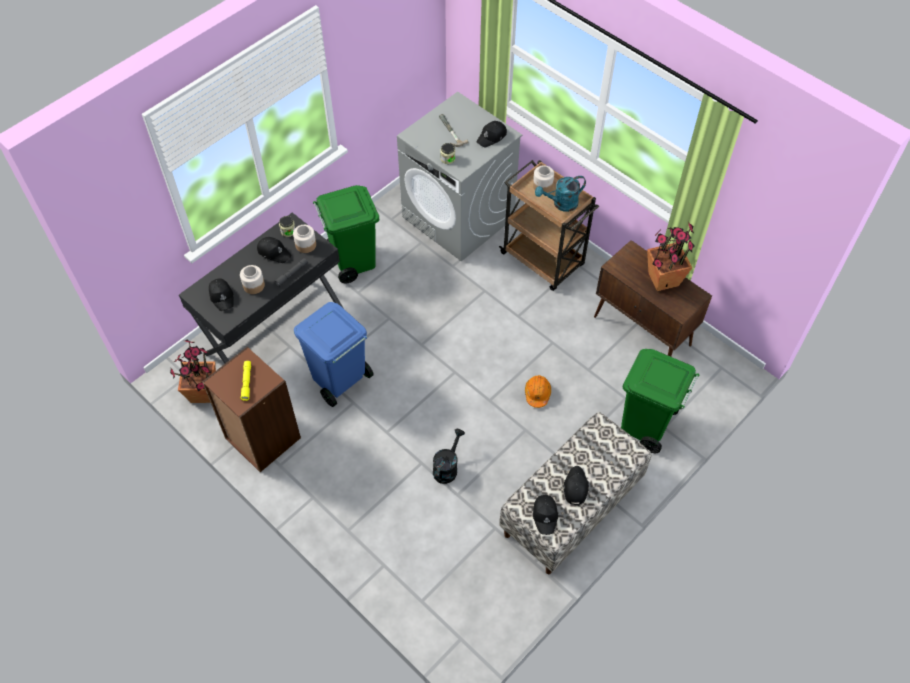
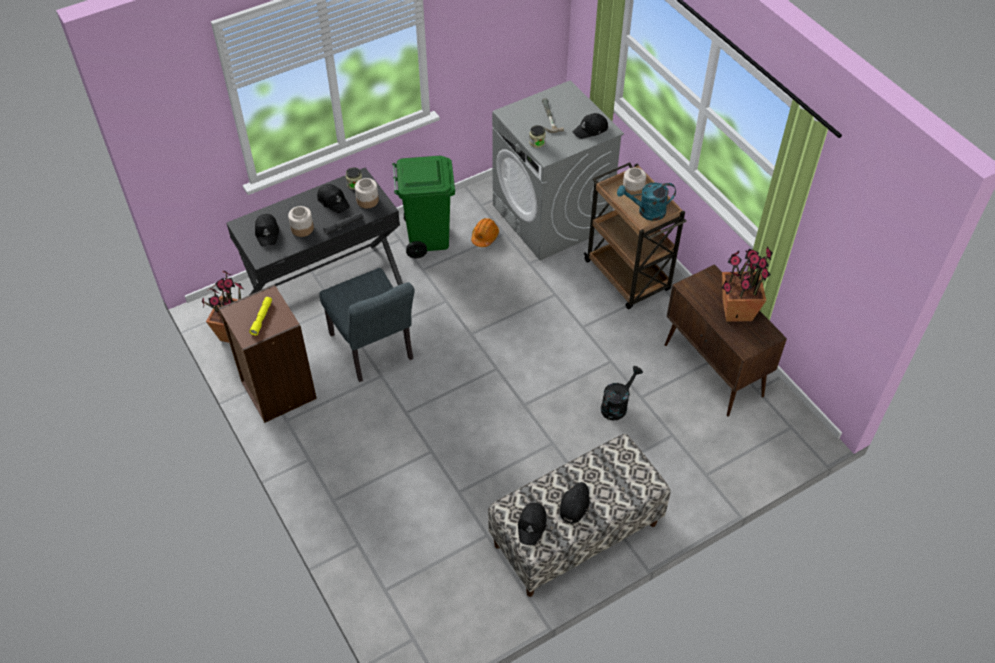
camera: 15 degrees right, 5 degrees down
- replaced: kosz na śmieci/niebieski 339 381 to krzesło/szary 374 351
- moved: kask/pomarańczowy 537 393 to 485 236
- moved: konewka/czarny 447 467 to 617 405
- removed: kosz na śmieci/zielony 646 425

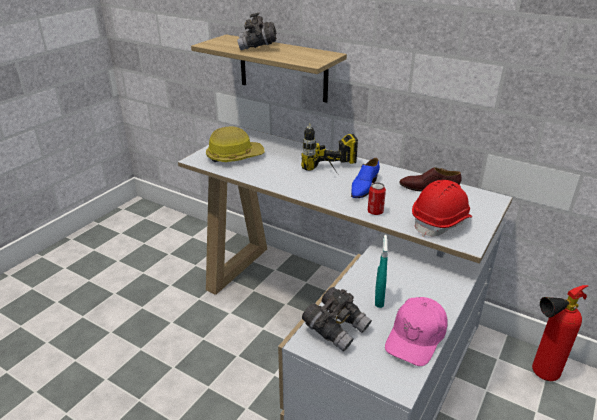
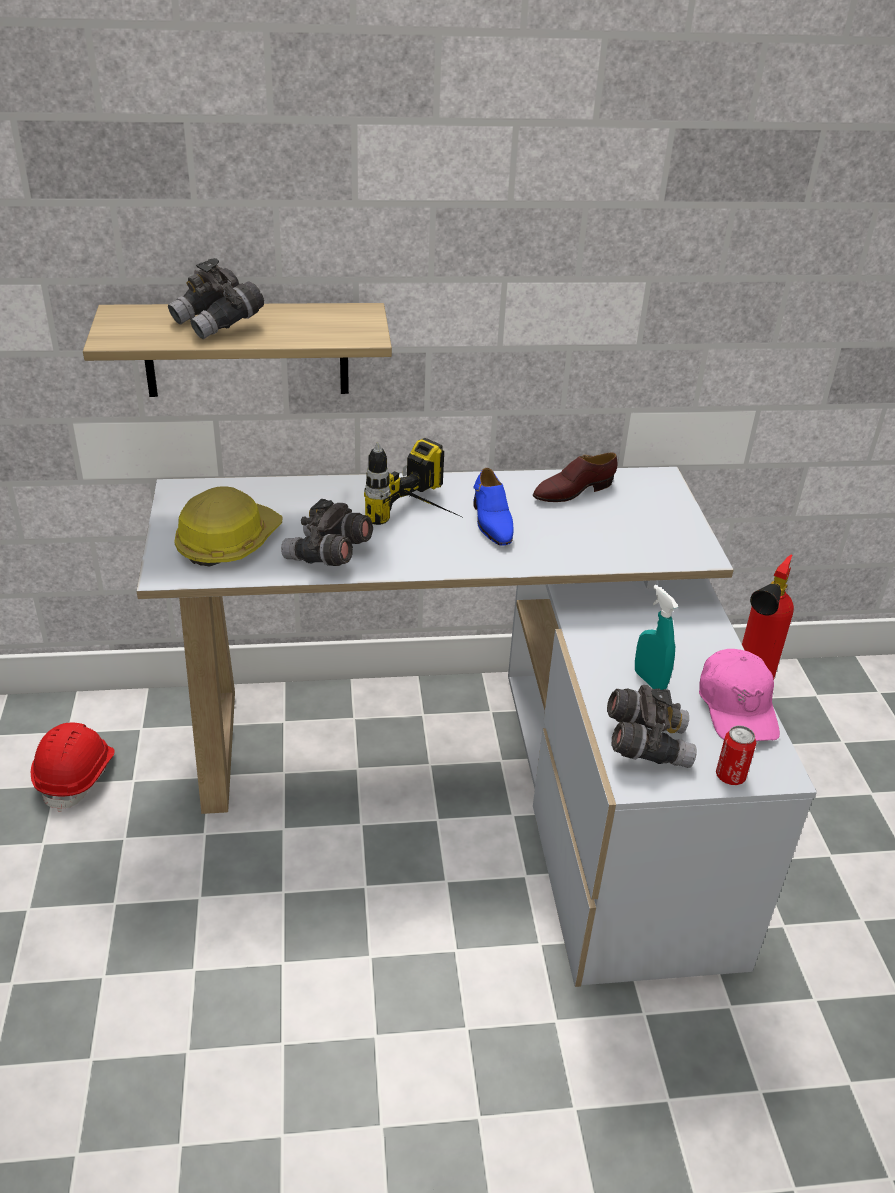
camera: 40 degrees left, 5 degrees up
- moved: kask/czerwony 441 222 to 77 776
- added: lornetka/szary 328 555
- moved: puszka 375 212 to 730 776

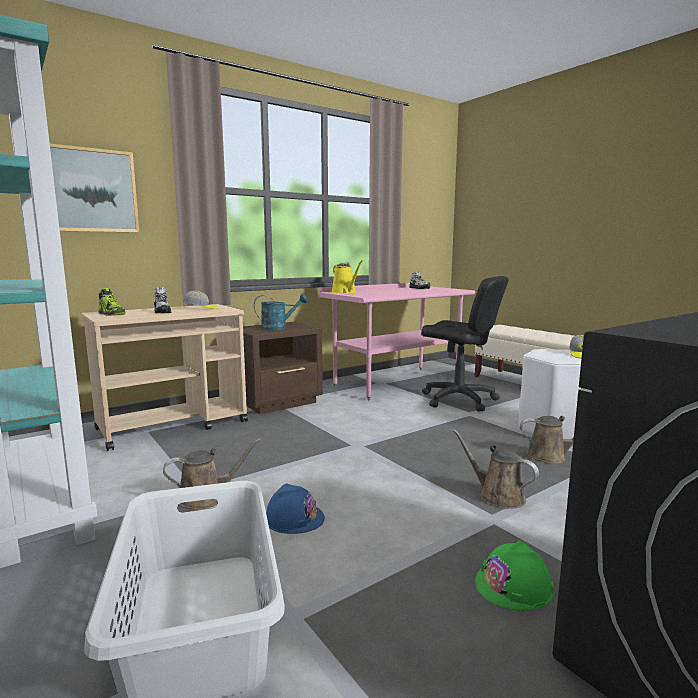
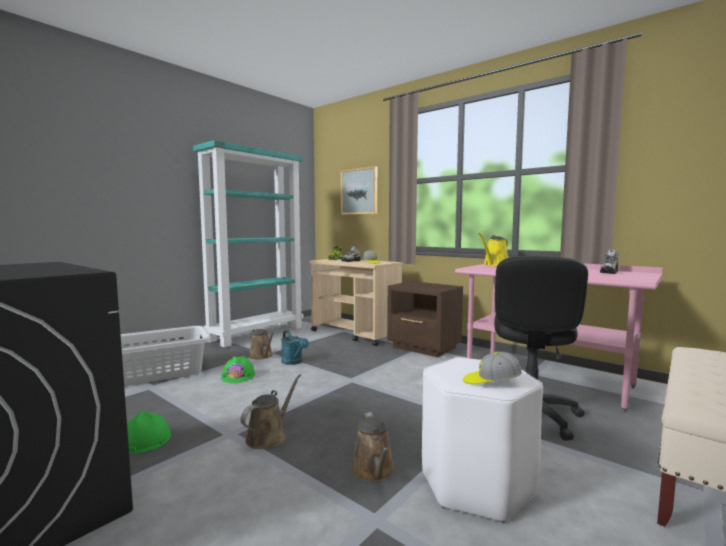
camera: 75 degrees right, 5 degrees down
- recoloured: kask/niebieski 294 518 to kask/zielony 238 376
- moved: konewka/turkusowy 278 328 to 294 362

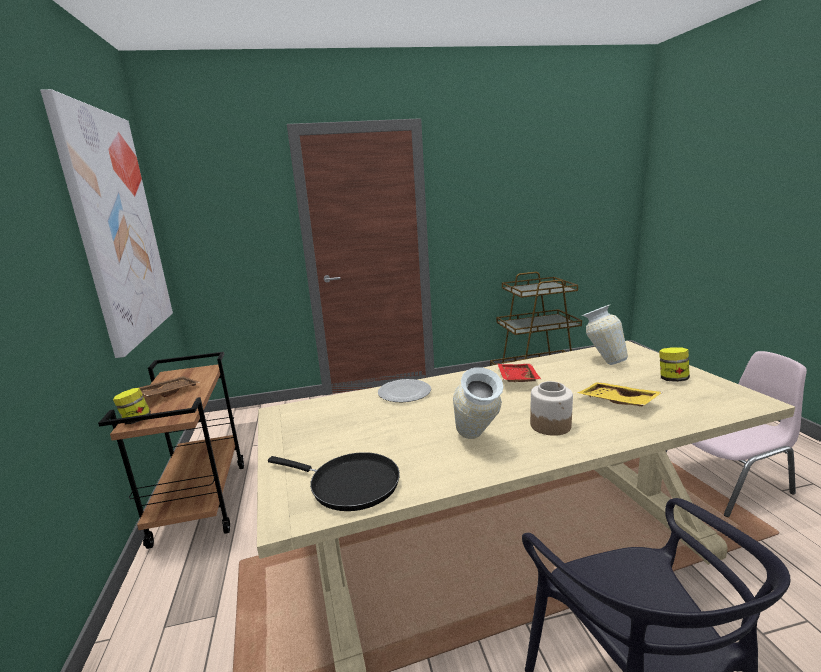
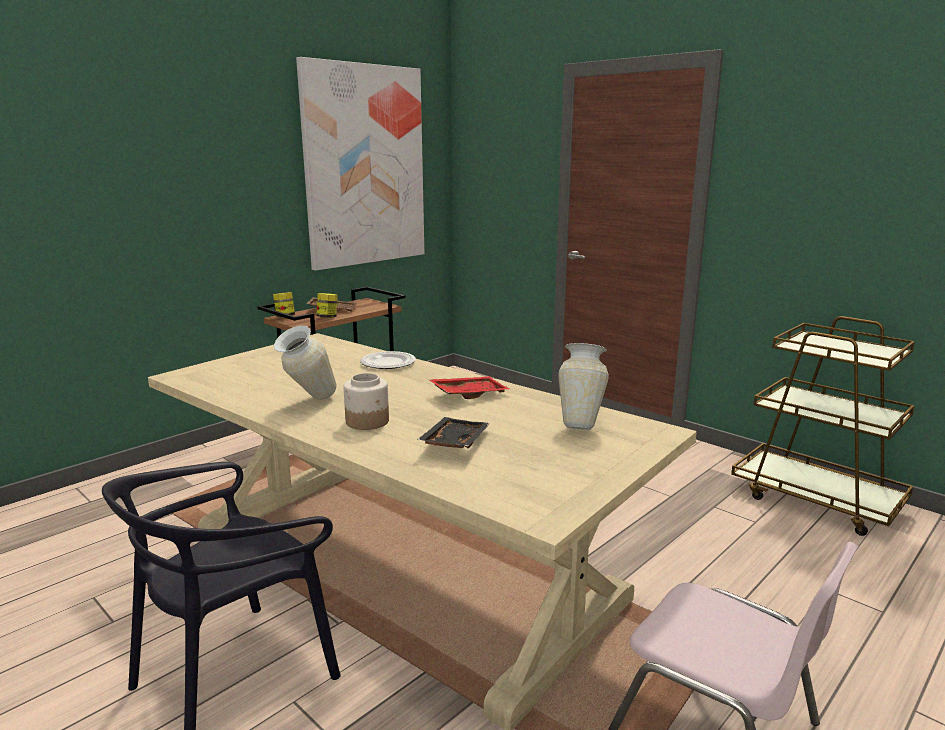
camera: 55 degrees right, 0 degrees up
- moved: słoik 672 379 to 327 317
- recoloured: taca/żółty 617 402 to taca/czarny 453 442
- removed: patelnia/czarny 349 484

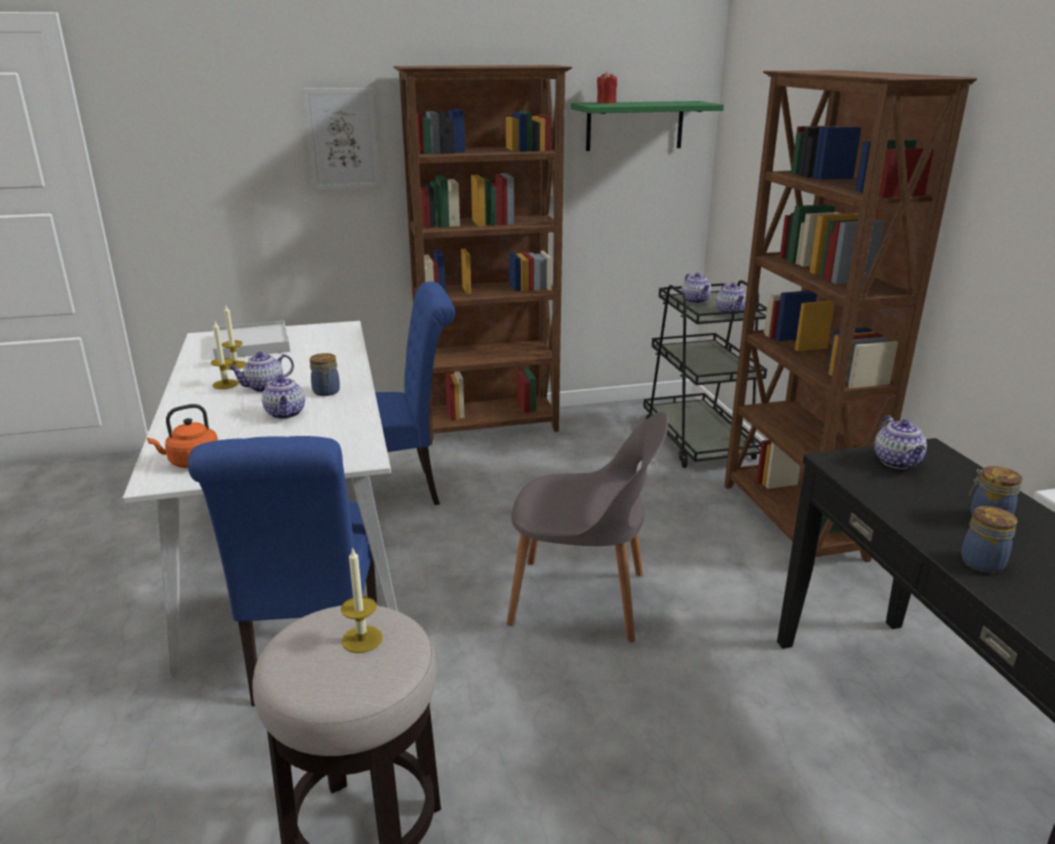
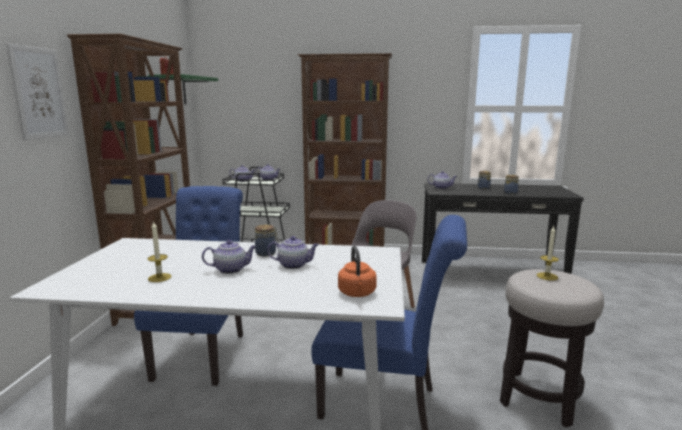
camera: 70 degrees left, 10 degrees down
- turned: imbryk 264 387 = 231 269 90 degrees counterclockwise
- removed: świeca 225 384
- removed: taca/biały 251 344

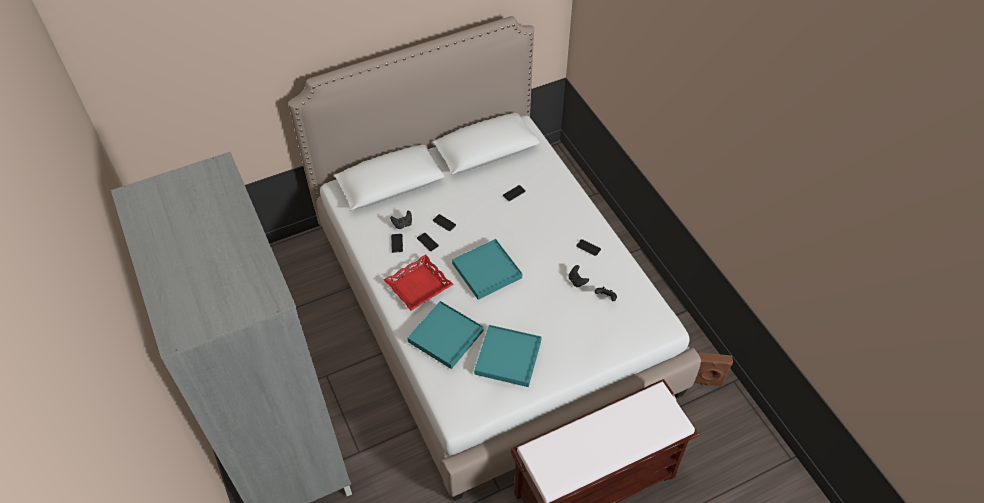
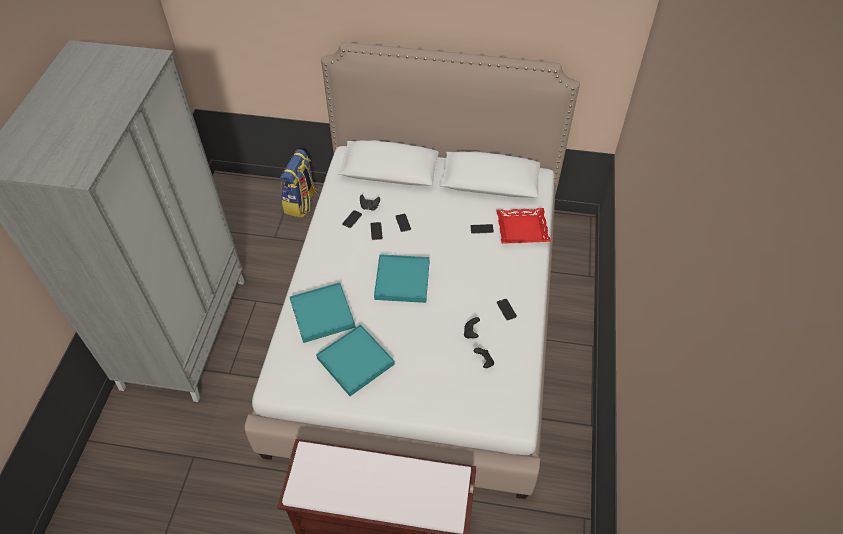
camera: 35 degrees right, 0 degrees up
- added: plecak 301 203
- moved: taca/czerwony 418 285 to 522 229
- removed: głośnik/brązowy 706 382

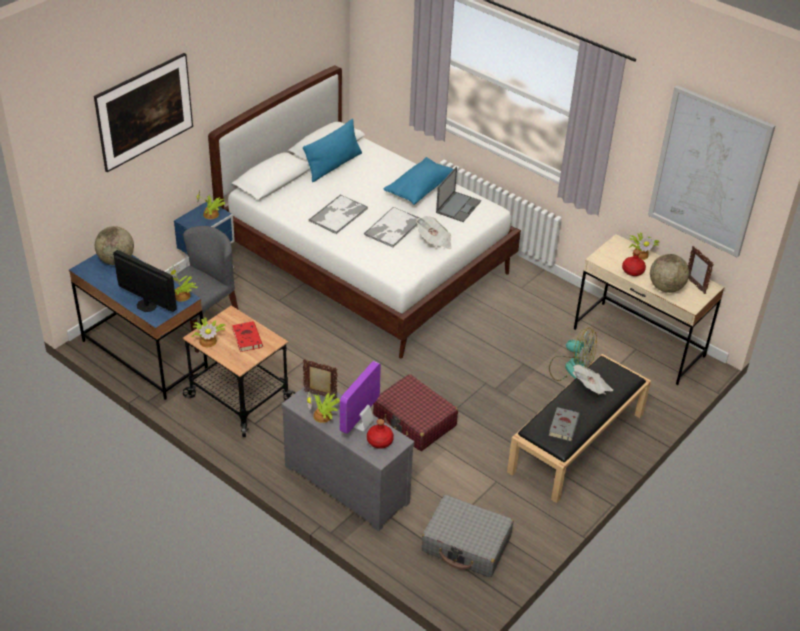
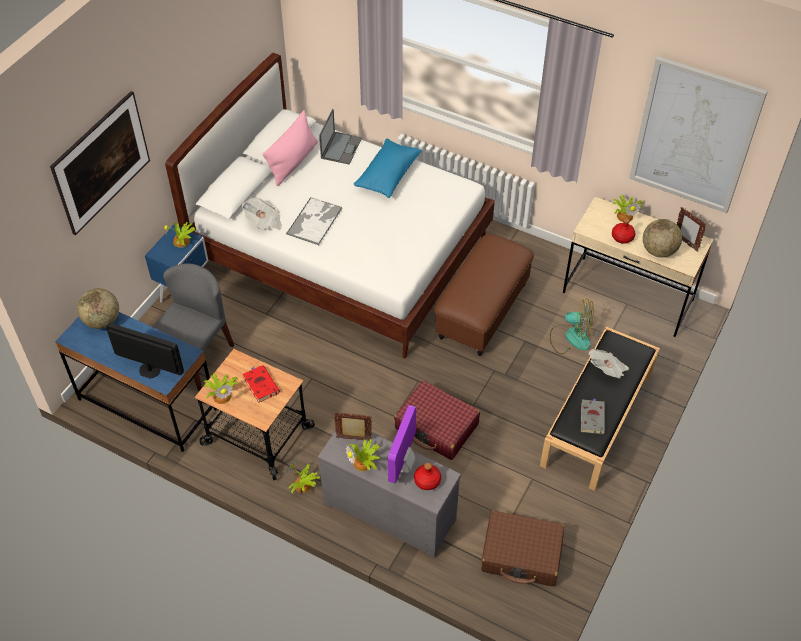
camera: 10 degrees left, 10 degrees up
- moved: gazeta 434 241 to 264 222
- recoloured: poduszka/niebieski 333 165 to poduszka/różowy 293 162
- moved: roślina doniczkowa 181 296 to 303 486
- moved: laptop 458 206 to 341 148
- added: pufa/brązowy 482 310
- recoloured: walizka/szary 466 544 to walizka/brązowy 522 554
- removed: taca 392 228

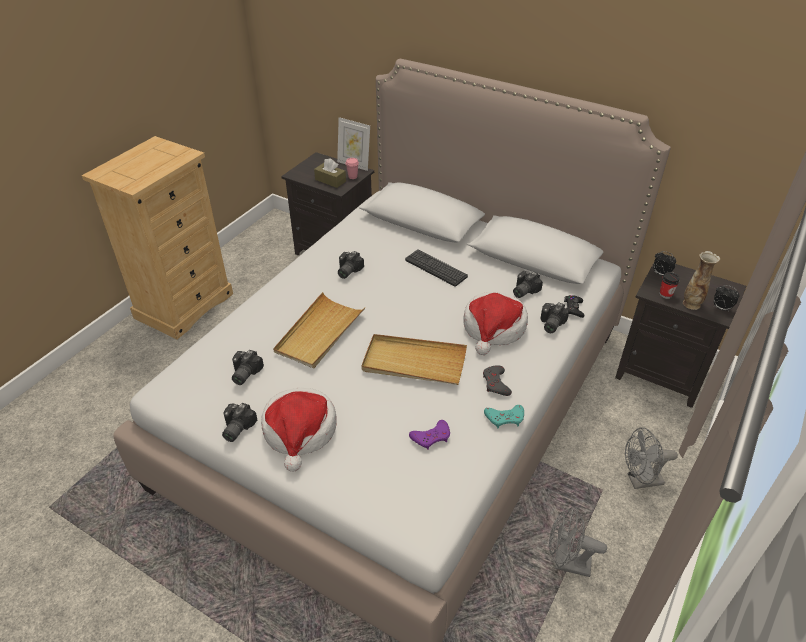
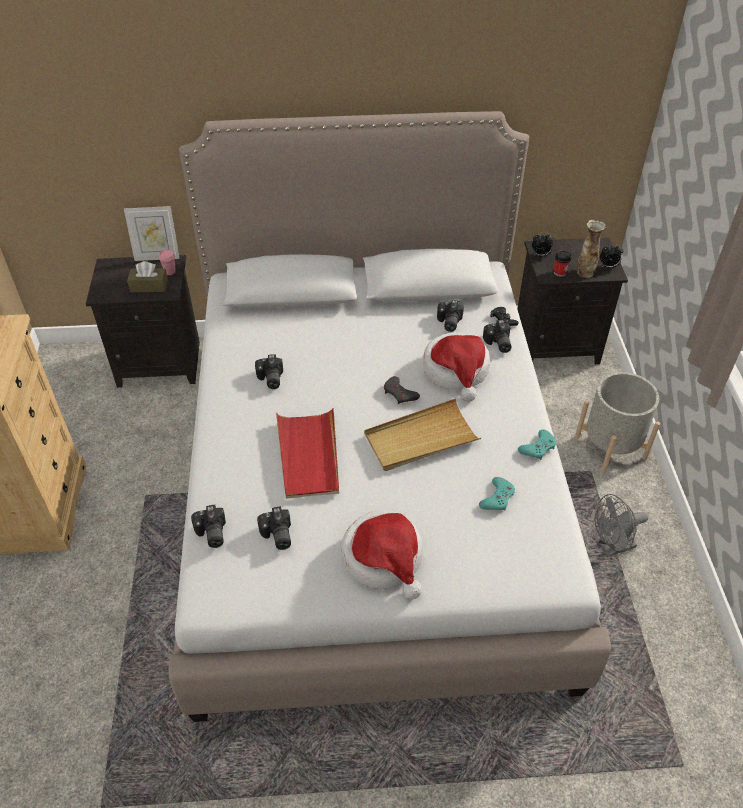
camera: 35 degrees left, 5 degrees up
- moved: aparat fotograficzny 235 428 to 210 534
- recoloured: taca/beżowy 319 333 to taca/czerwony 308 456
- moved: pad do gier/szary 496 383 to 400 393
- recoloured: pad do gier/fioletowy 431 437 to pad do gier/turkusowy 497 498
- replaced: wentylator/szary 640 481 to donica/szary 610 447
- removed: klawiatura 435 268

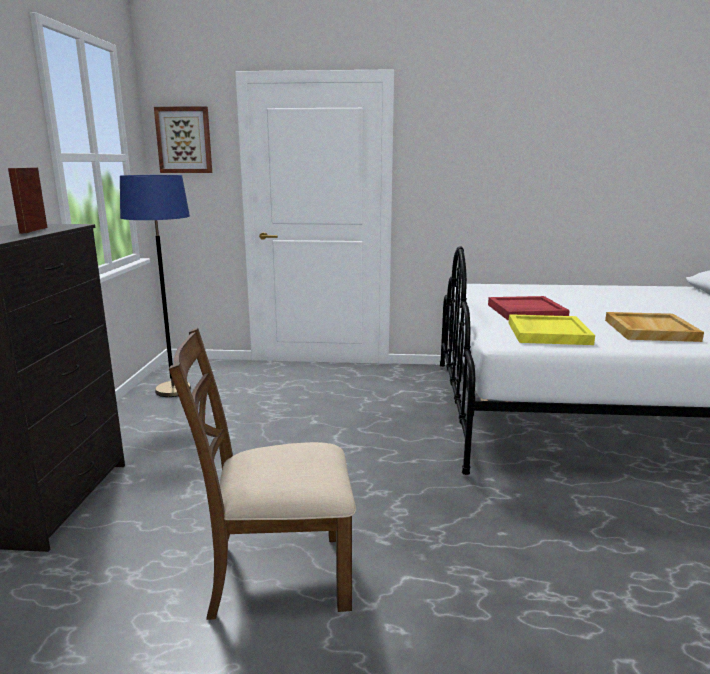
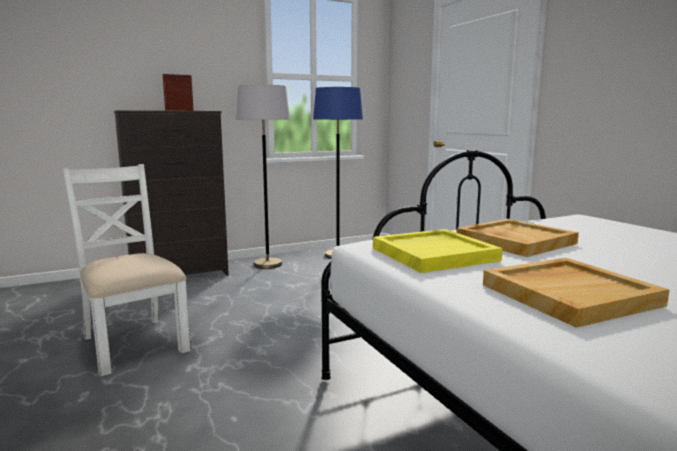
camera: 60 degrees right, 5 degrees down
- recoloured: krzesło/brązowy 277 574 to krzesło/biały 133 343
- added: lampa stojąca/szary 267 264
- recoloured: taca/czerwony 526 311 to taca/beżowy 514 241
- removed: obraz 184 140

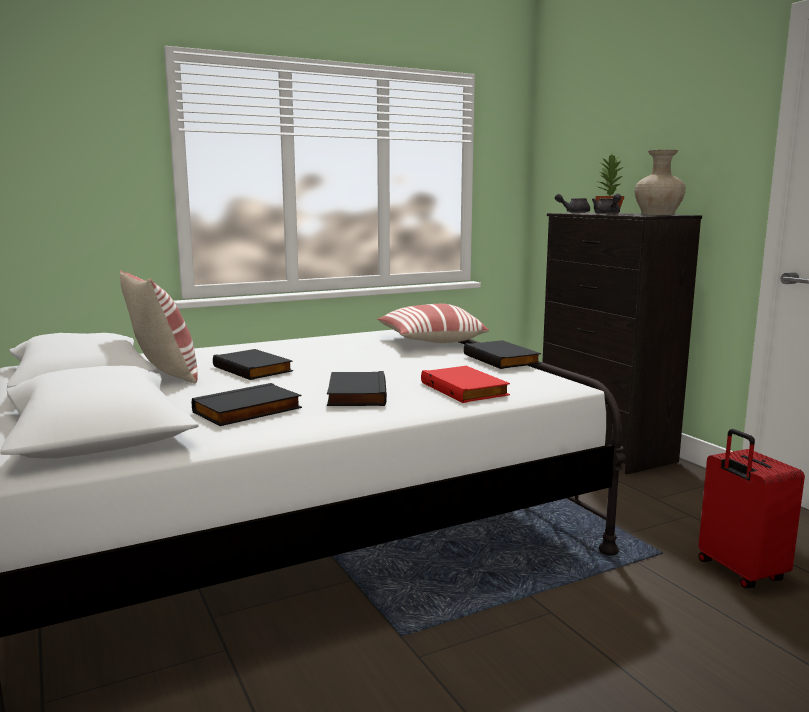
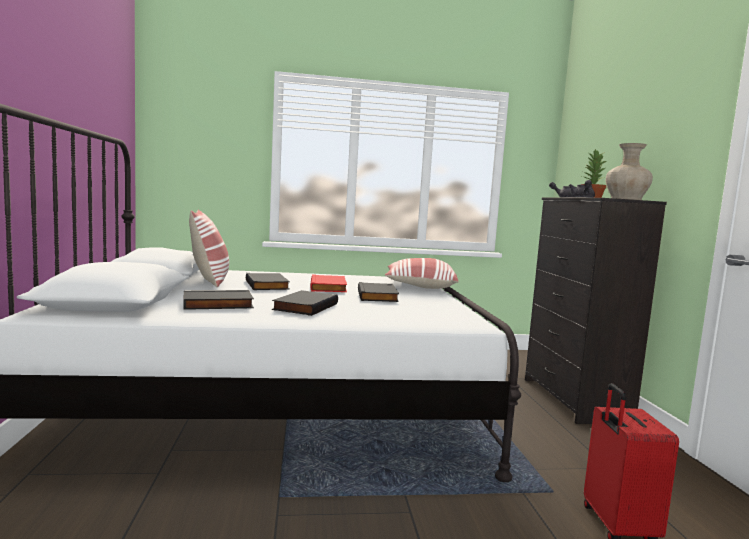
camera: 20 degrees right, 5 degrees down
- moved: książka/czerwony 466 389 to 329 287
- moved: książka/czarny 502 359 to 378 296

